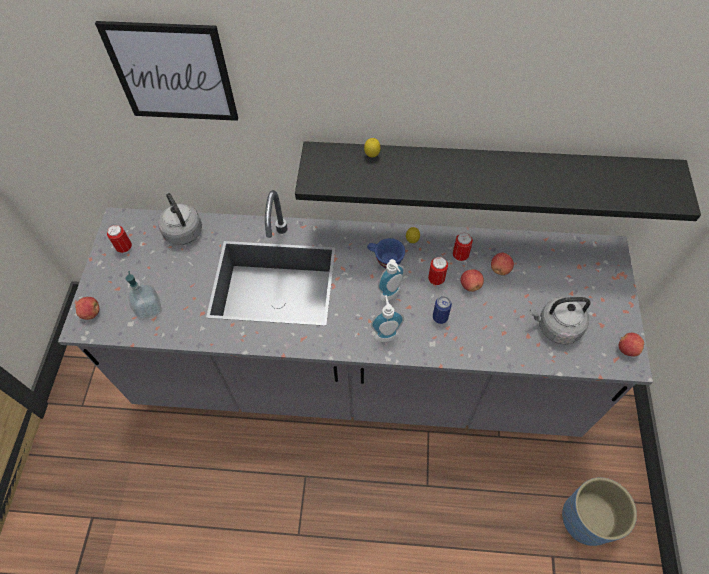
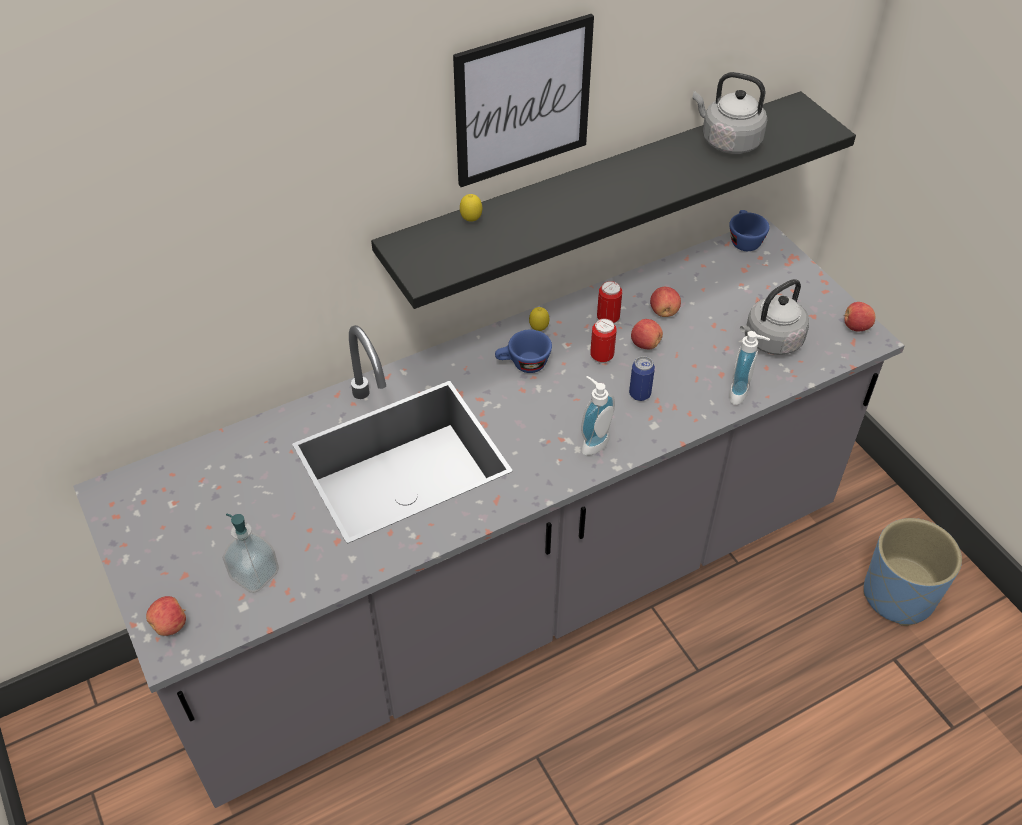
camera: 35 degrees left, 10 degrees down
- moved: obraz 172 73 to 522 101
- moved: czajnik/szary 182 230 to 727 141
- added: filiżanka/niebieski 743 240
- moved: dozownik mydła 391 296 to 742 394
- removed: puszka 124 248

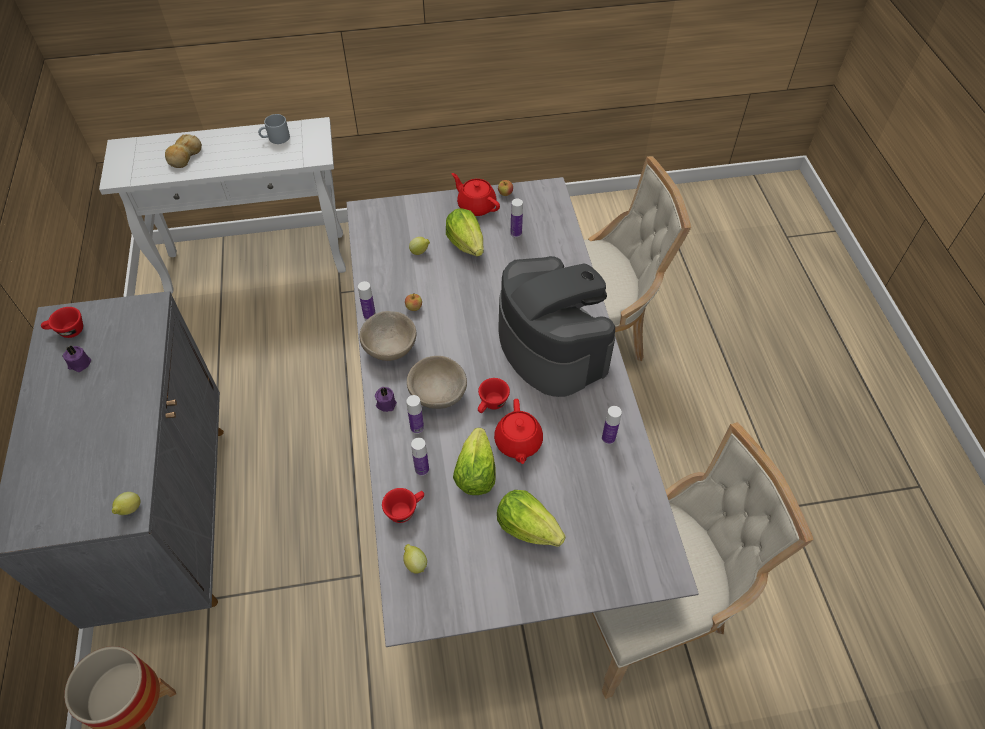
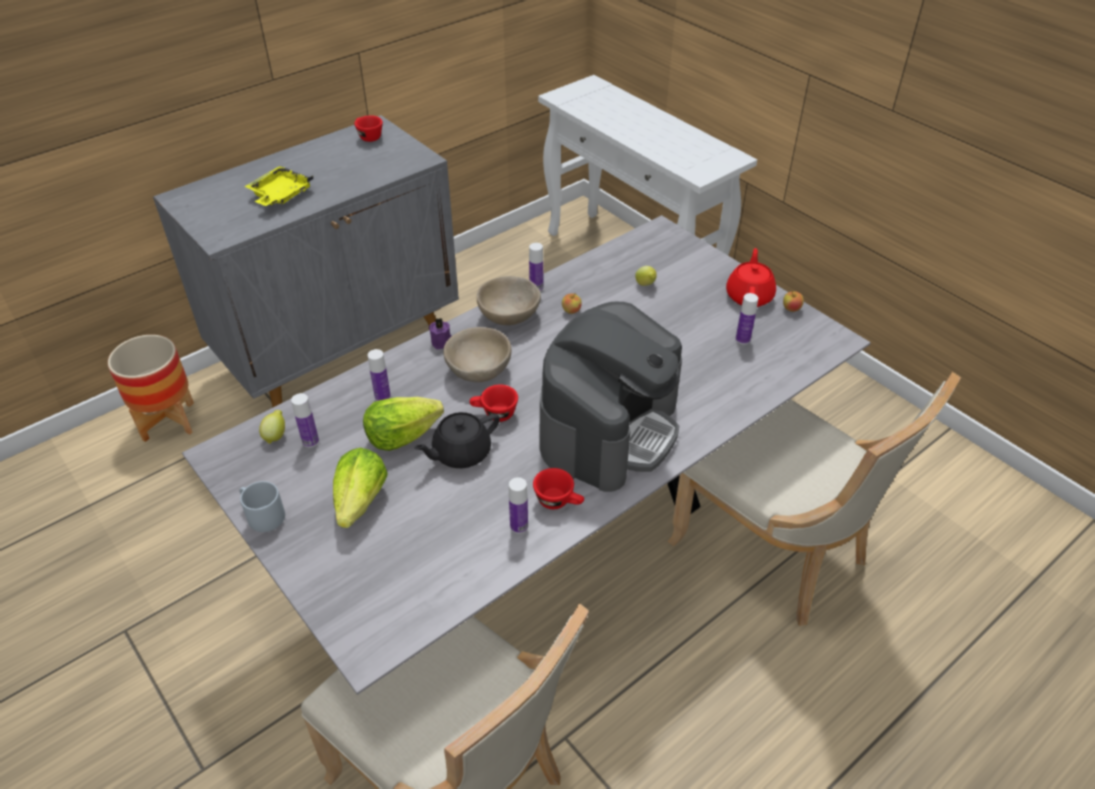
camera: 60 degrees right, 10 degrees down
- moved: kubek/szary 275 138 to 261 515
- added: taca/żółty 280 195
- moved: butelka 417 427 to 310 441
- recoloured: imbryk/czerwony 518 443 to imbryk/czarny 460 453
- moved: filiżanka/czerwony 405 509 to 559 501
- removed: świeca/fioletowy 79 364
- removed: cytryna 130 510
- removed: chleb 184 156
- removed: sałata 466 244

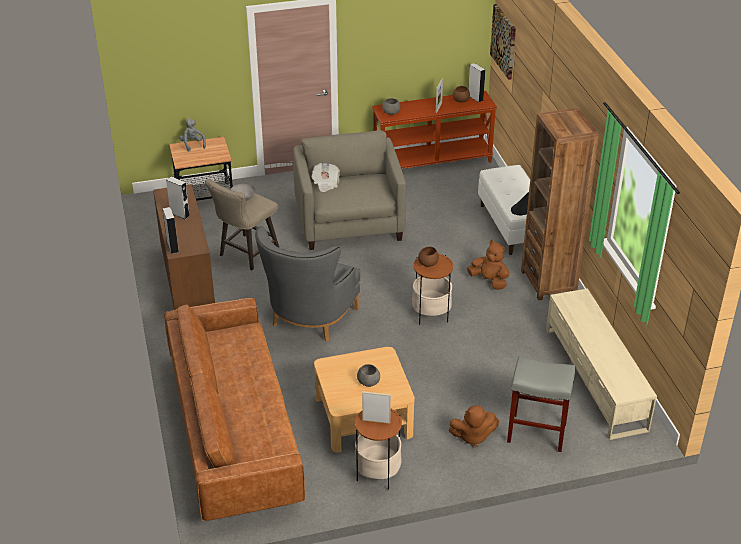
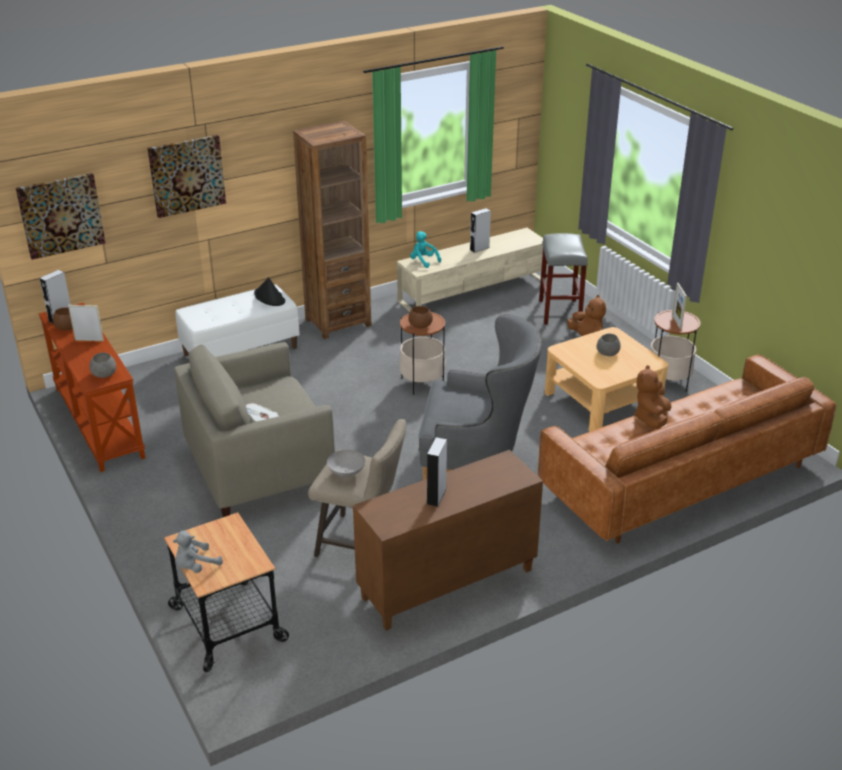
camera: 105 degrees left, 5 degrees down
- added: obraz 187 175
- added: pluszak/turkusowy 423 261
- moved: głośnik/szary 172 247 to 479 248
- moved: pluszak/brązowy 489 281 to 651 418

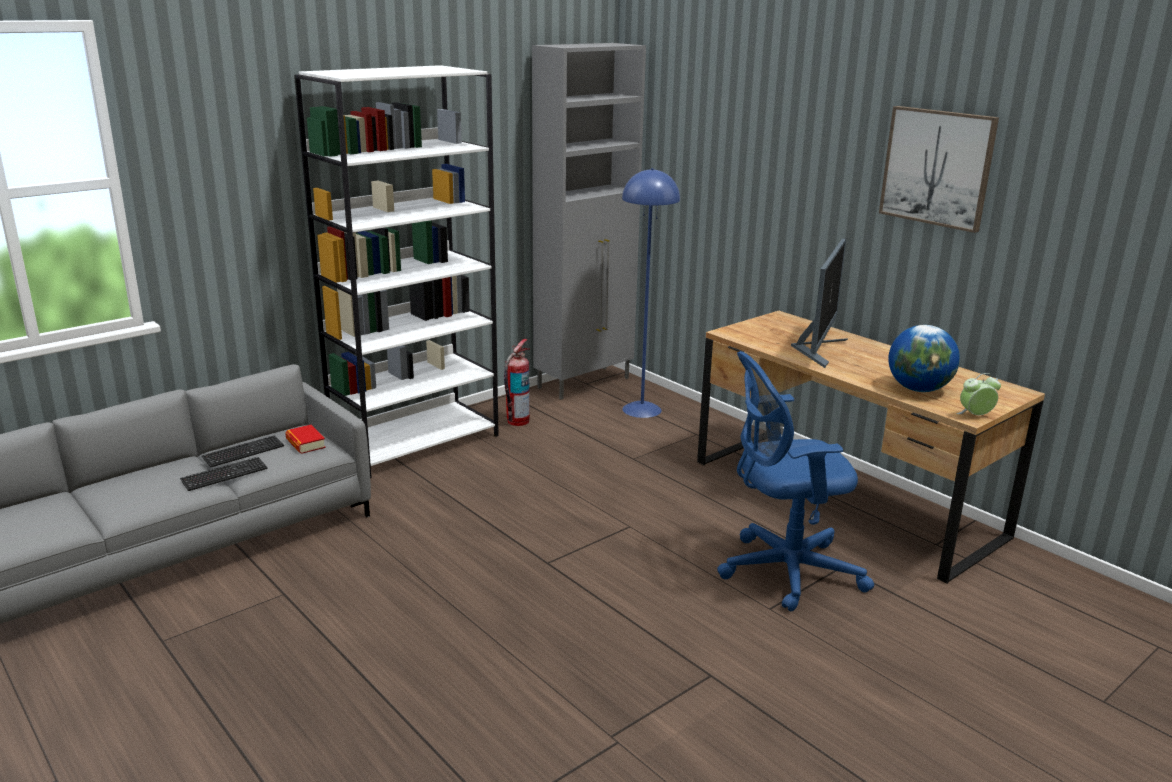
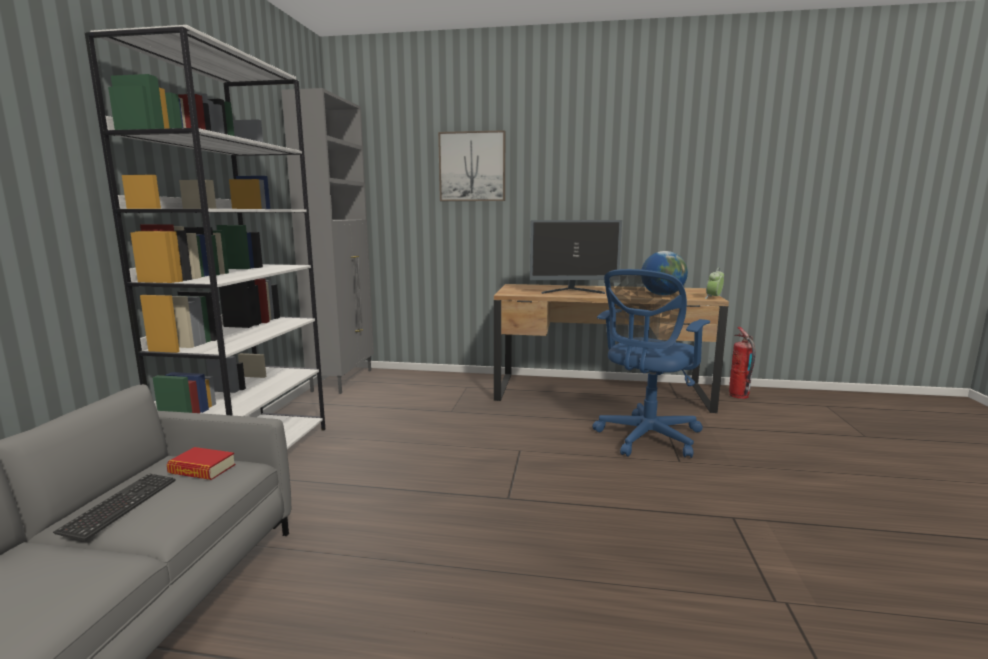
camera: 40 degrees left, 10 degrees down
- moved: obraz 937 167 to 472 167
- turned: monitor 818 350 = 573 291 105 degrees clockwise
- moved: gaśnica 517 421 to 738 395
- removed: klawiatura 224 475
- removed: lampa stojąca/niebieski 641 409

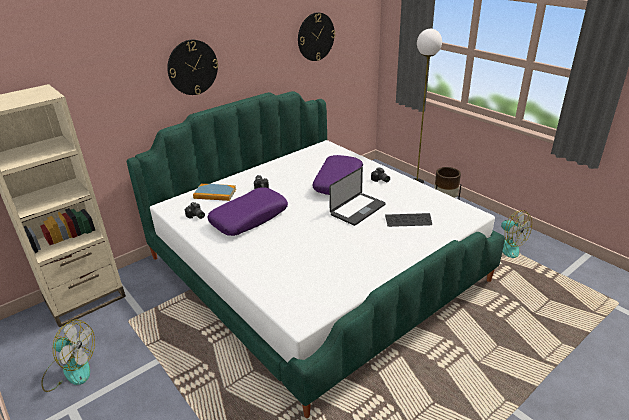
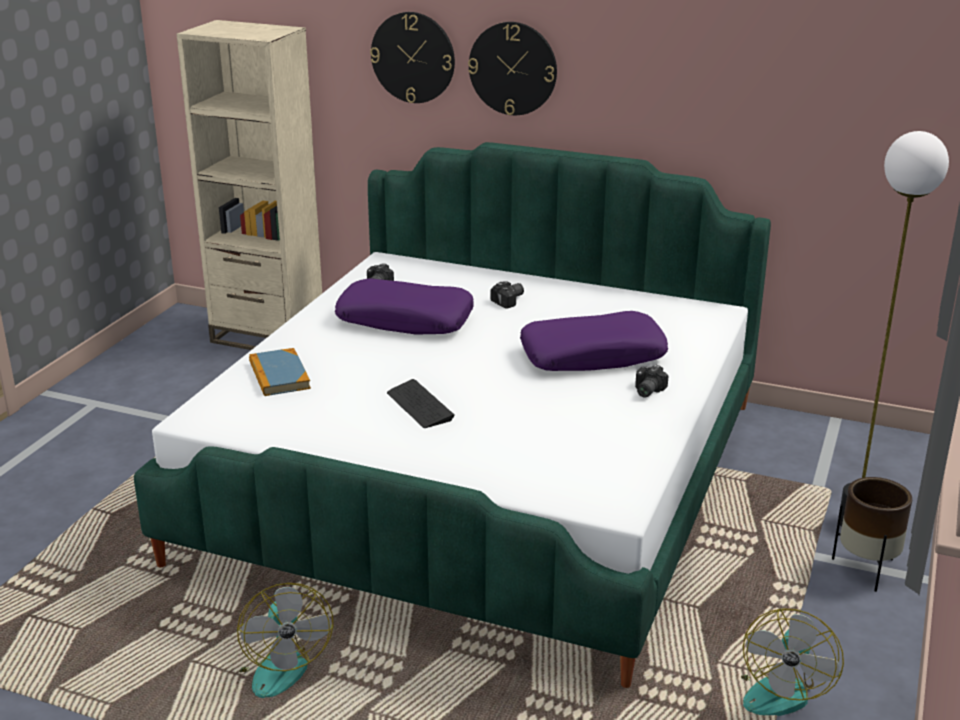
camera: 60 degrees right, 5 degrees down
- moved: wentylator 70 370 to 276 665
- moved: książka 215 194 to 279 375
- moved: zegar ścienny 315 37 to 413 57
- moved: klawiatura 408 221 to 419 406
- removed: laptop 358 210

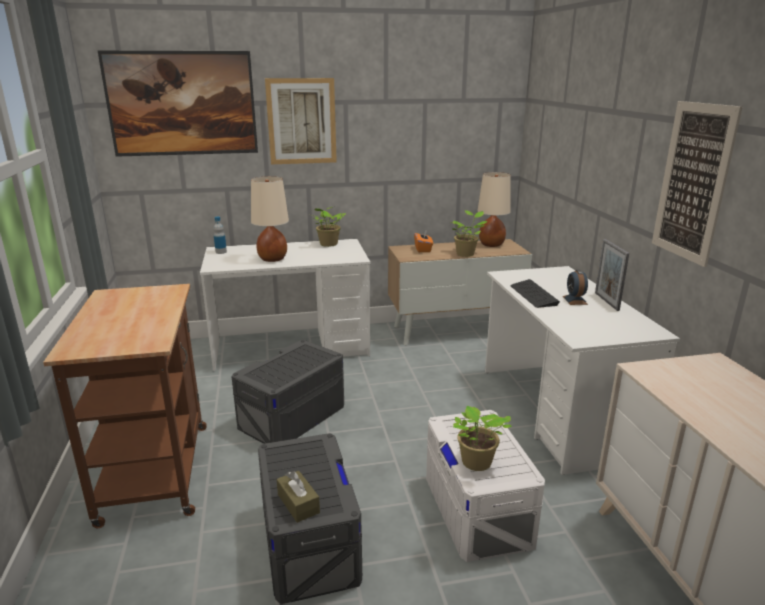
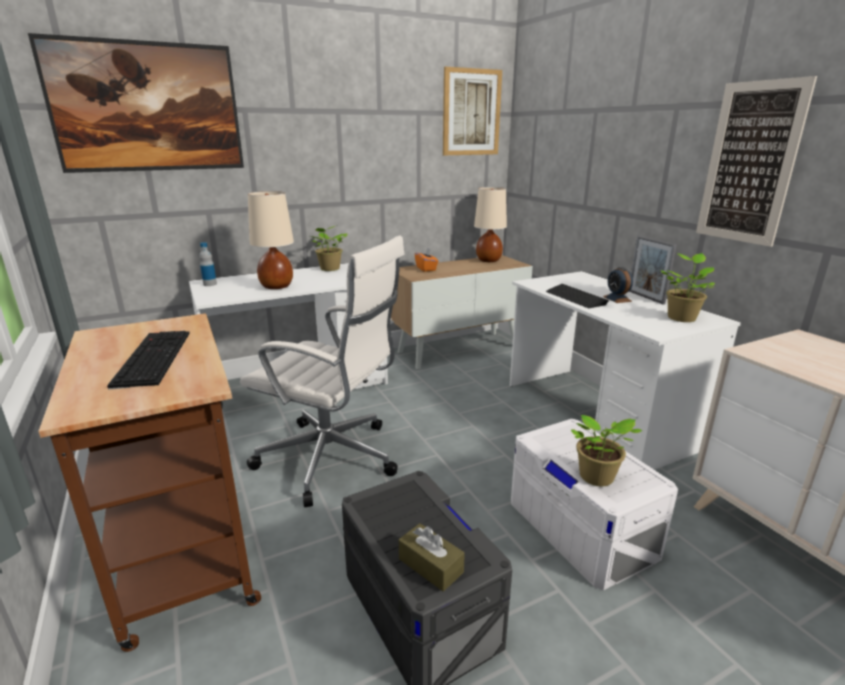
camera: 15 degrees left, 0 degrees up
- added: klawiatura 152 357
- replaced: pojemnik do przechowywania/szary 292 416 to krzesło biurowe/biały 332 459
- moved: obraz 301 121 to 471 112
- moved: roślina doniczkowa 466 254 to 681 317

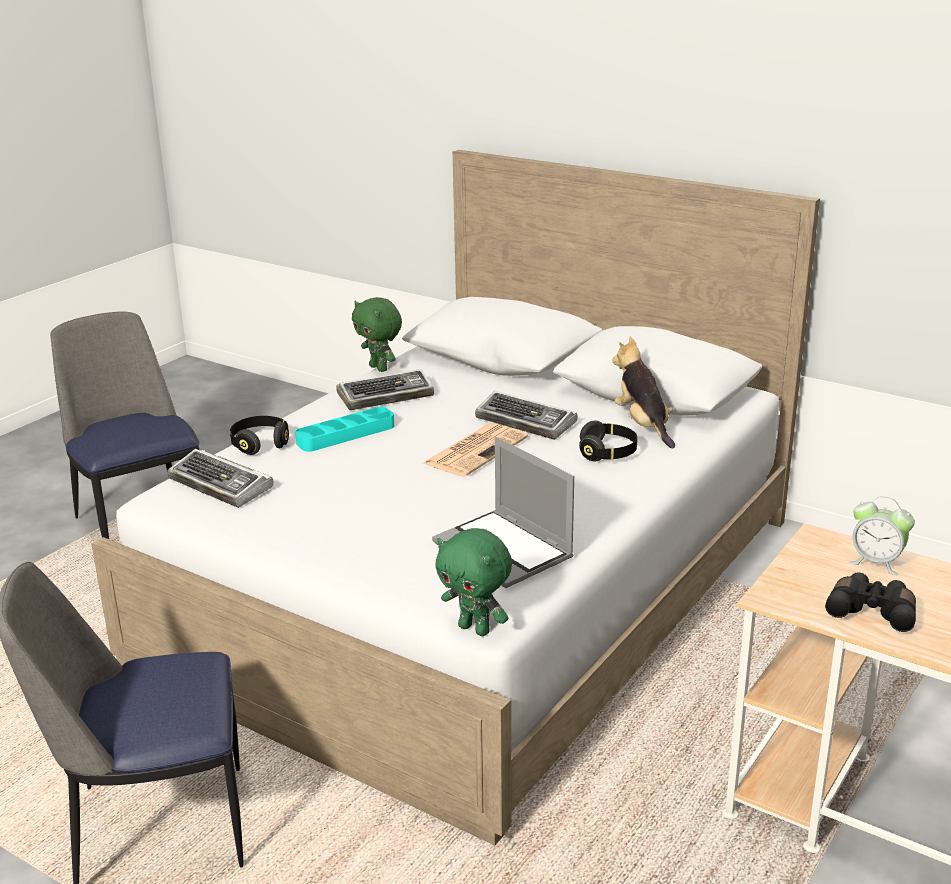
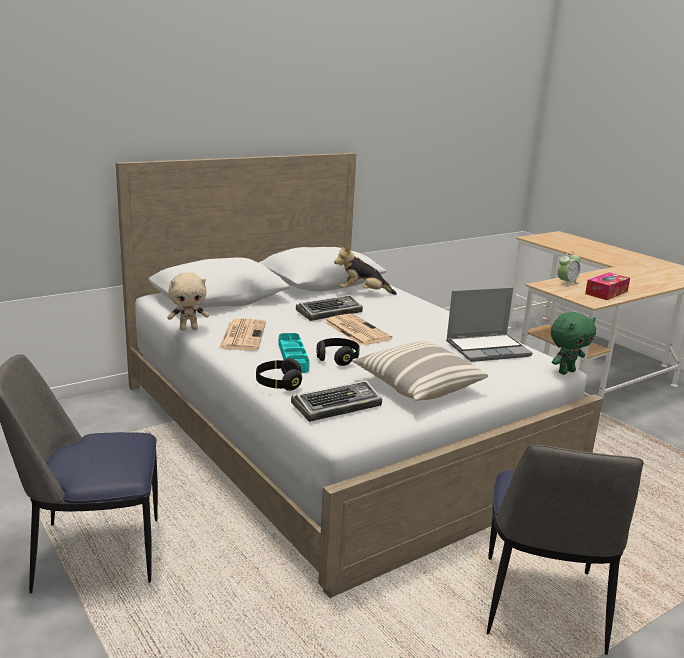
camera: 70 degrees left, 5 degrees down
- recoloured: pluszak/zielony 379 368 to pluszak/beżowy 188 329
- replaced: klawiatura 386 396 to gazeta 242 335
- moved: słuchawki/czarny 607 453 to 338 358
- added: poduszka 417 386
- replaced: lornetka/czarny 872 611 to pudełko chusteczek 606 293

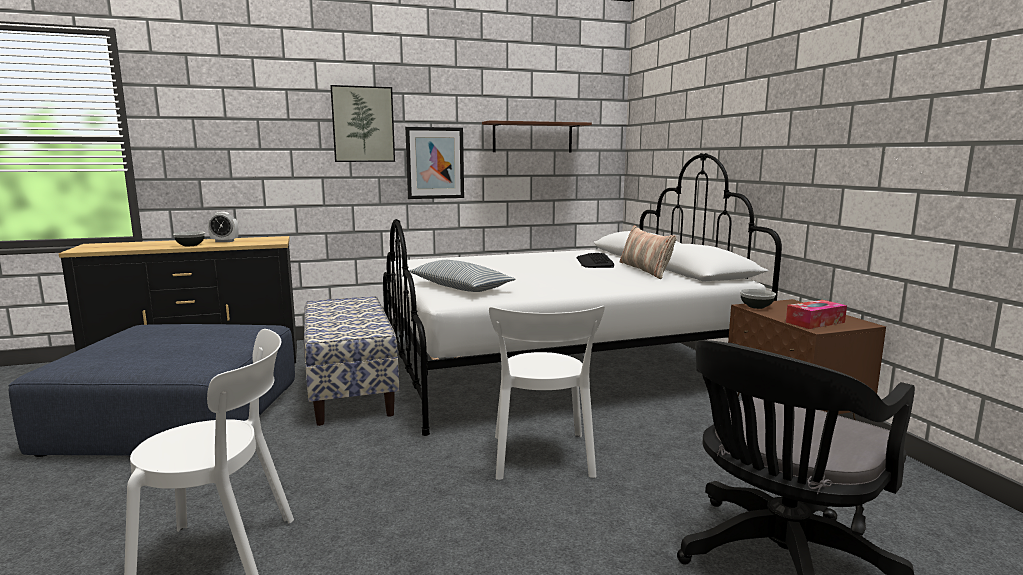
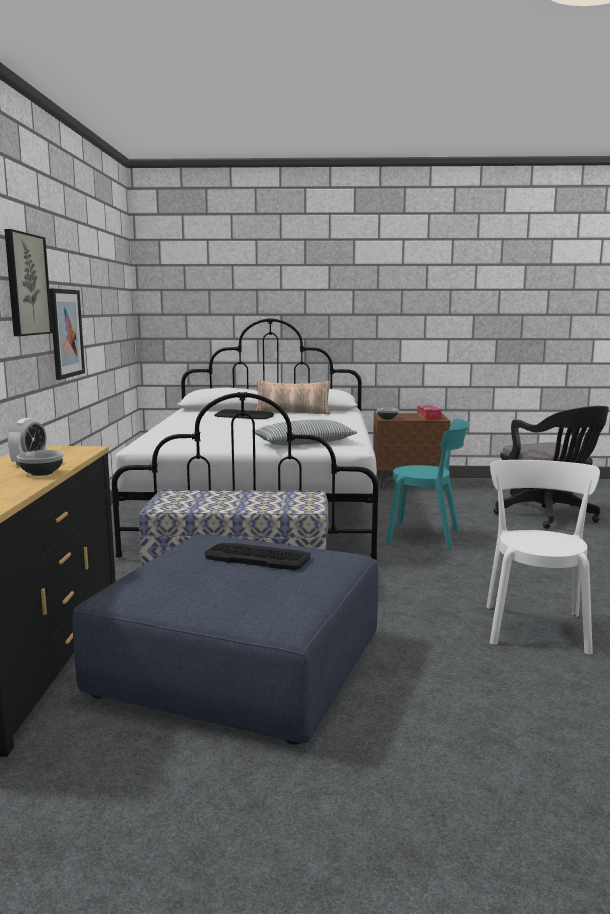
camera: 70 degrees left, 0 degrees up
- added: klawiatura 257 556
- recoloured: krzesło/biały 542 459 to krzesło/turkusowy 428 536
- removed: półka/brązowy 532 137

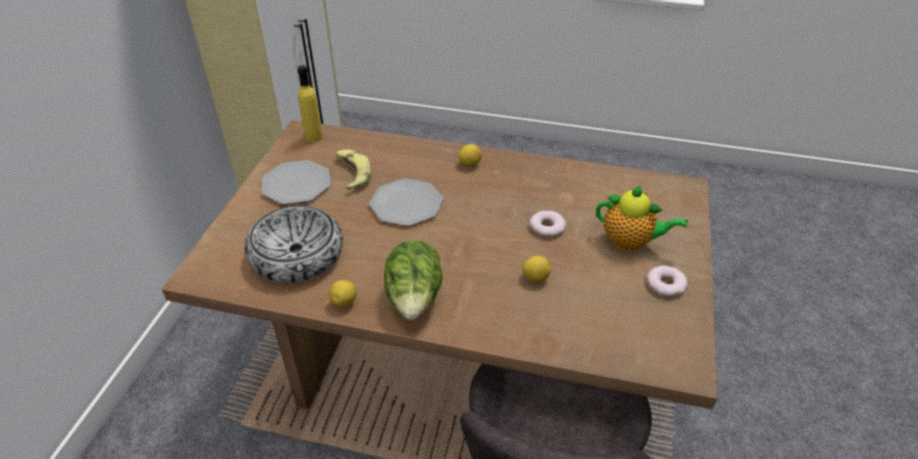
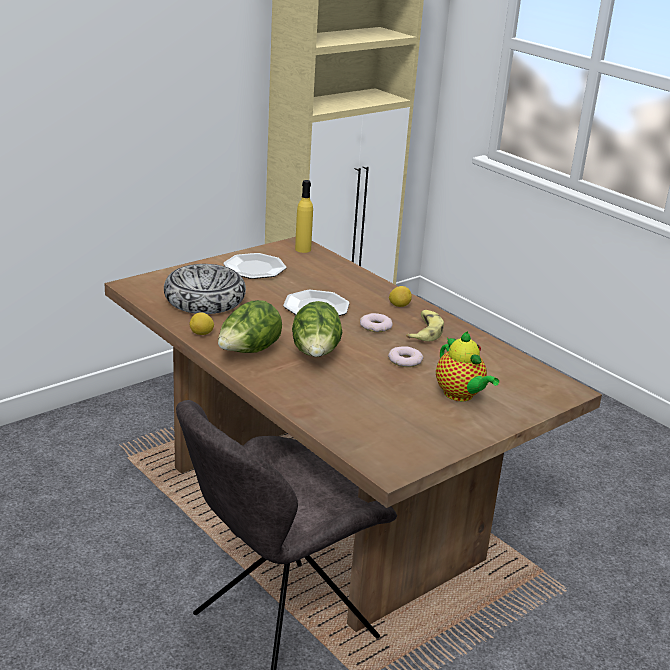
camera: 35 degrees right, 15 degrees down
- added: sałata 316 355
- moved: donut 666 284 to 376 326
- moved: banan 352 173 to 424 331
- removed: cytryna 535 277

